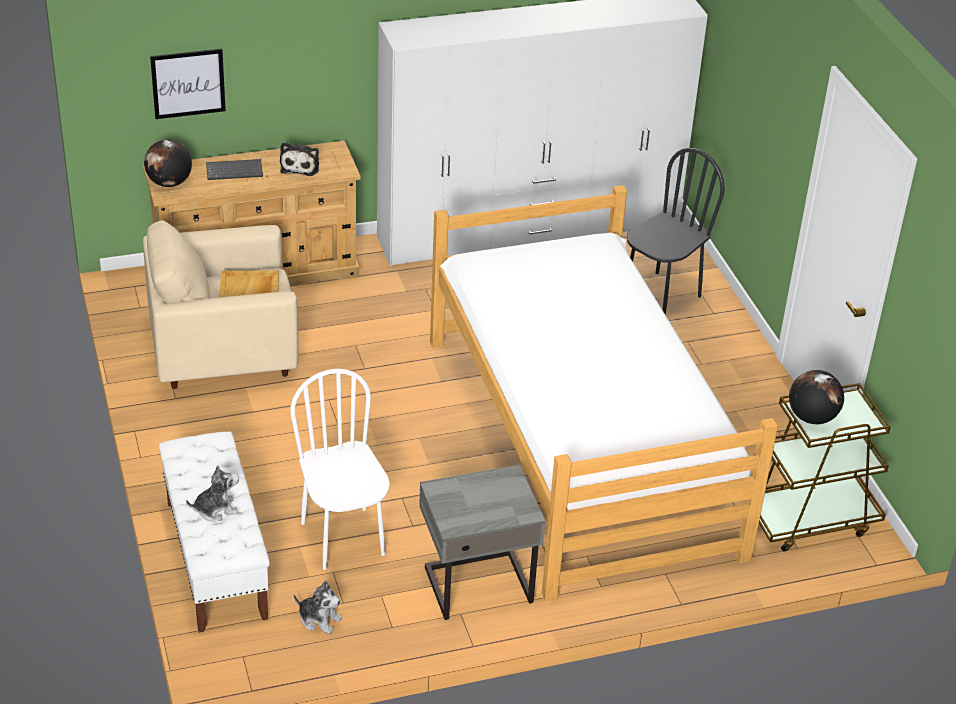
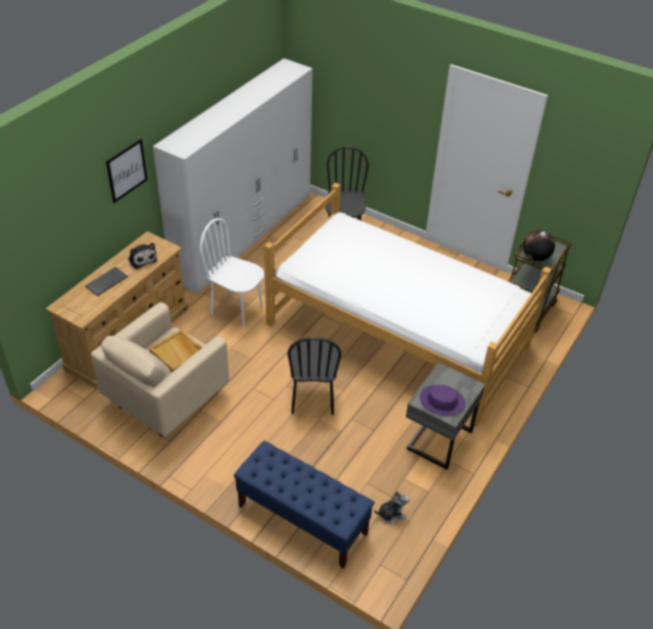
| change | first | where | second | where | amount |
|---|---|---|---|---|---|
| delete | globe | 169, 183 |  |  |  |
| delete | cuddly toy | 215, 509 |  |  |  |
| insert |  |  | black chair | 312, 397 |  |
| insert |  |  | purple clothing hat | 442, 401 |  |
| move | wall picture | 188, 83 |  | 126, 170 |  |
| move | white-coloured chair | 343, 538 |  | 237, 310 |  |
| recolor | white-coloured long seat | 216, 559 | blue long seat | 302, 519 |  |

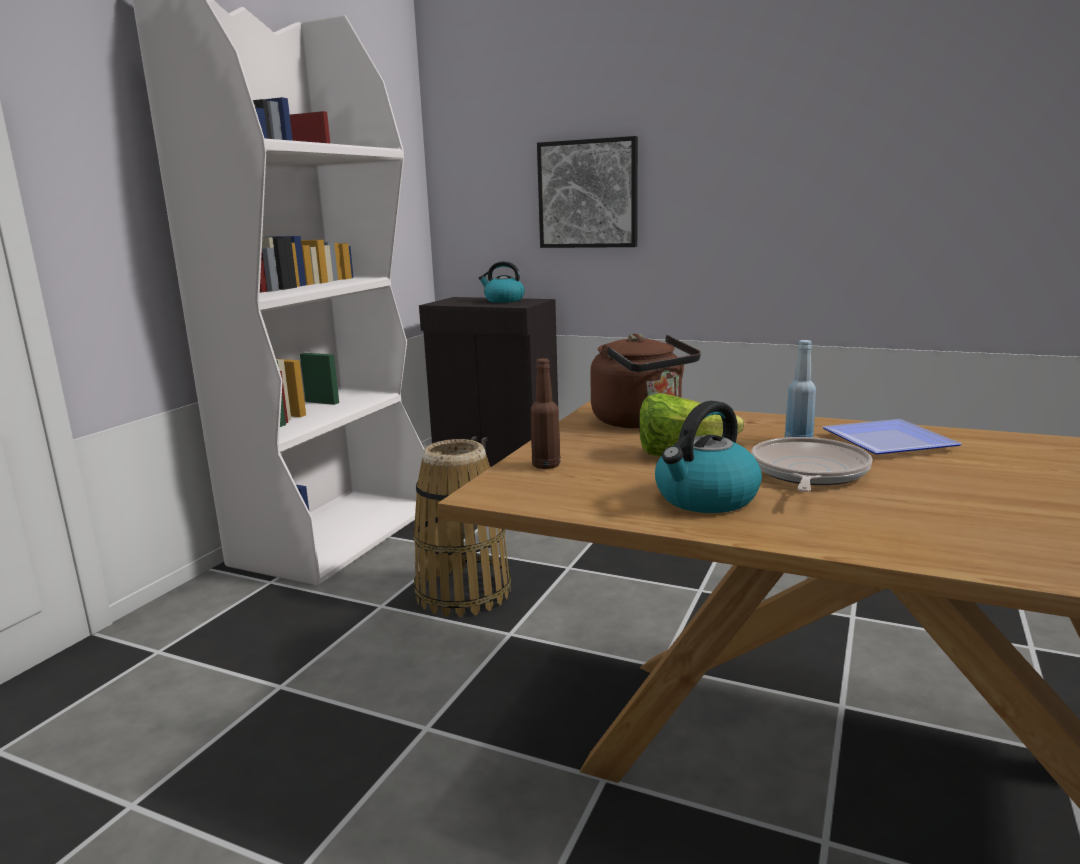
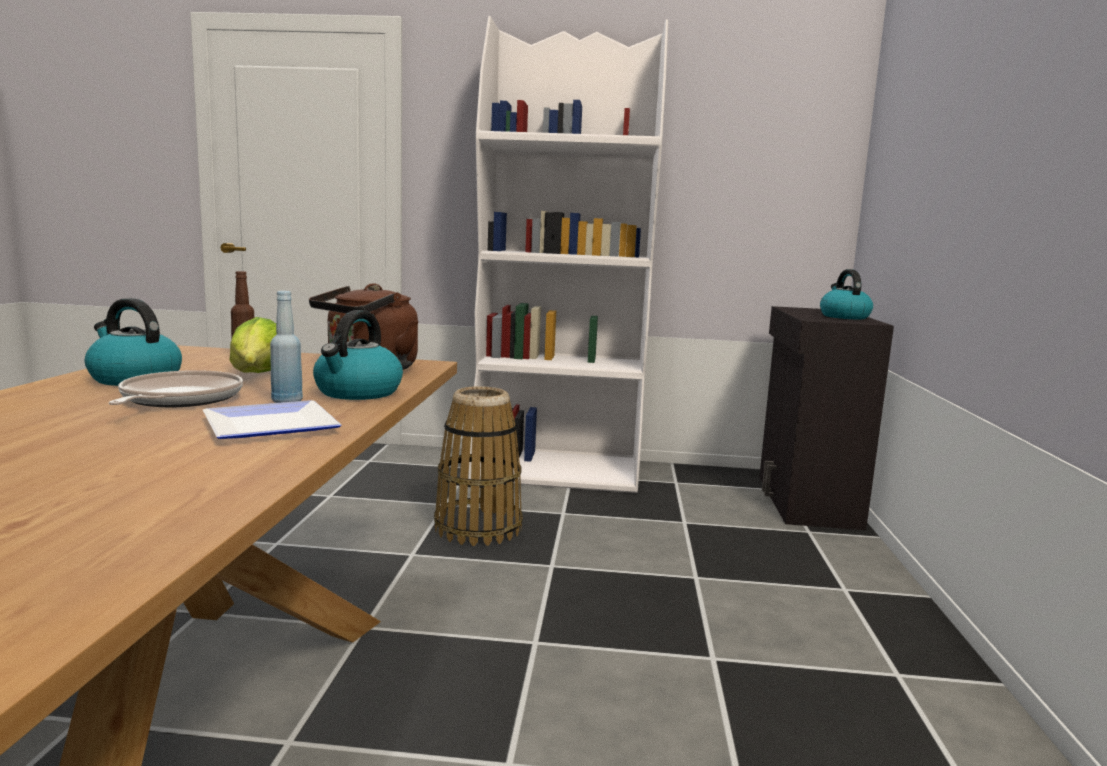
| change | first | where | second | where | amount |
|---|---|---|---|---|---|
| delete | wall picture | 588, 194 |  |  |  |
| insert |  |  | kettle | 358, 393 |  |
| rotate | frying pan | 807, 473 |  | 178, 399 | 90 degrees counterclockwise |

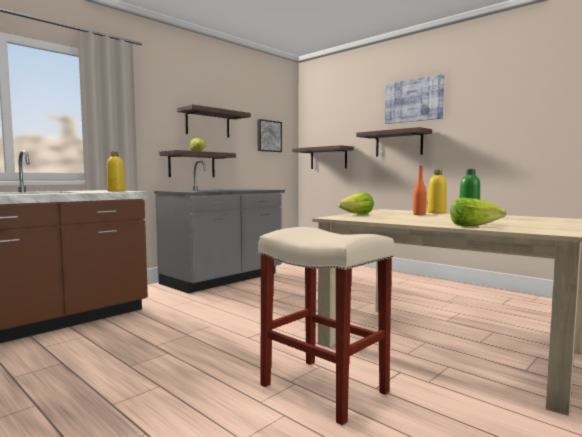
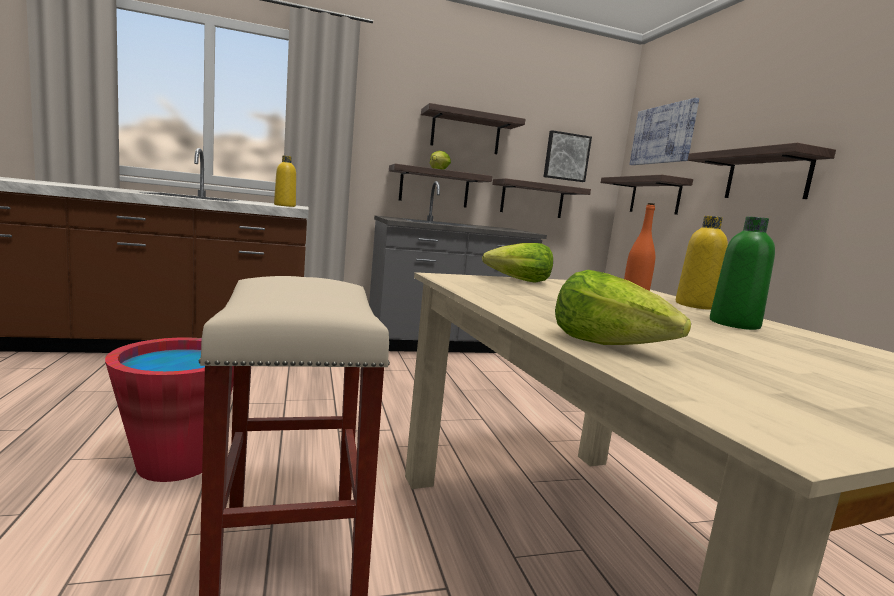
| change | first | where | second | where | amount |
|---|---|---|---|---|---|
| insert |  |  | red-coloured bucket | 176, 462 |  |
| insert |  |  | bracket shelf | 532, 199 |  |
| move | wall picture | 413, 100 |  | 663, 134 |  |

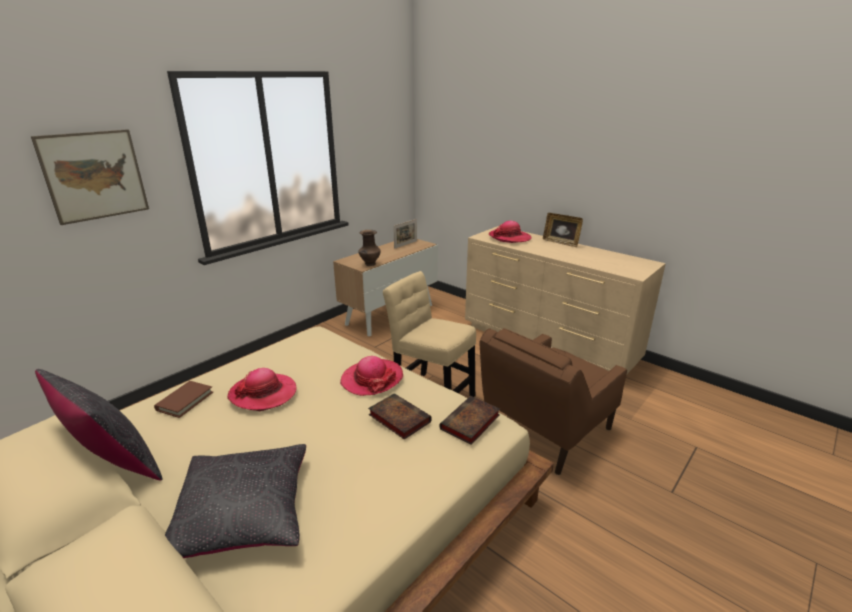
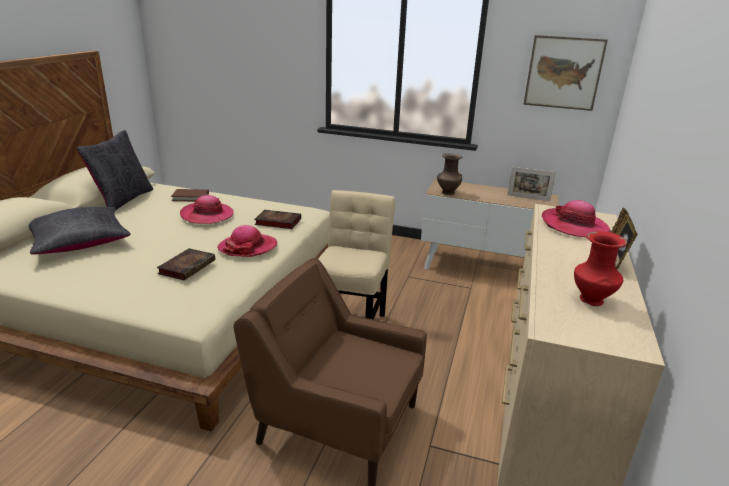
| change | first | where | second | where | amount |
|---|---|---|---|---|---|
| insert |  |  | red-coloured decorative vase | 592, 301 |  |
| move | wall picture | 94, 176 |  | 563, 73 |  |
| move | book | 470, 423 |  | 277, 222 |  |

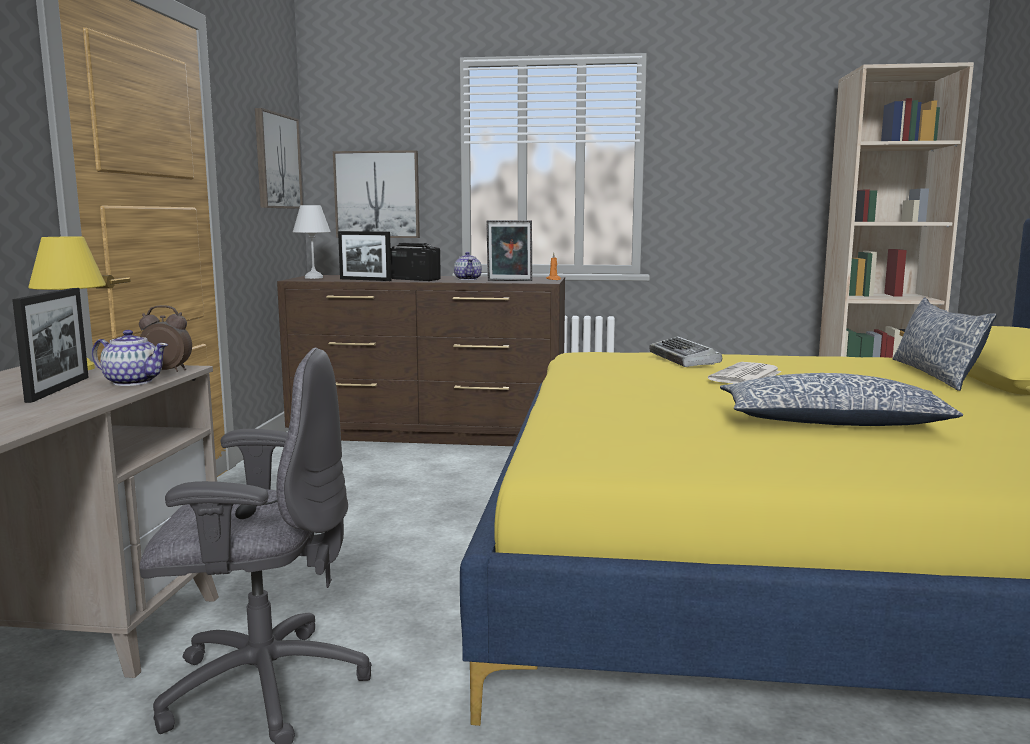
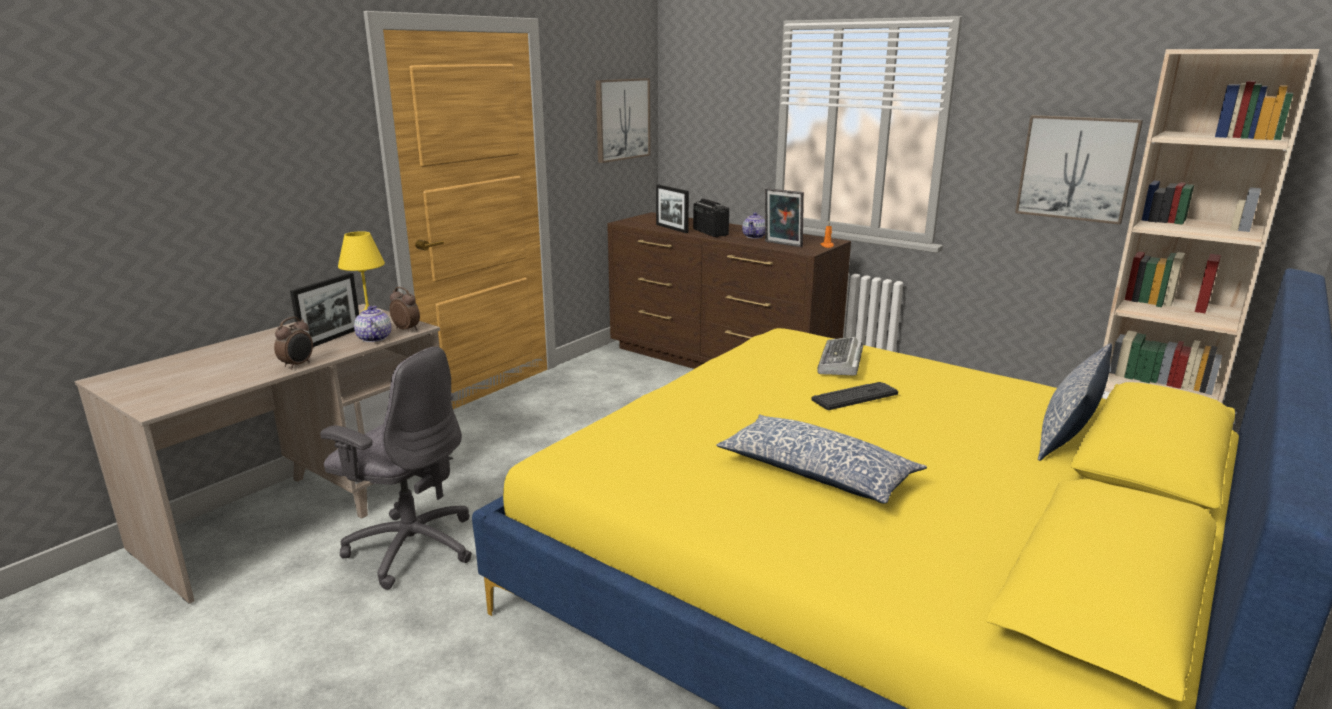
| change | first | where | second | where | amount |
|---|---|---|---|---|---|
| delete | white-coloured tabletop lamp | 314, 278 |  |  |  |
| insert |  |  | table clock | 298, 365 |  |
| move | wall picture | 377, 194 |  | 1076, 168 |  |
| replace | daily paper | 746, 376 | PC keyboard | 855, 397 |  |
| rotate | teapot | 132, 382 |  | 374, 338 | 150 degrees counterclockwise |

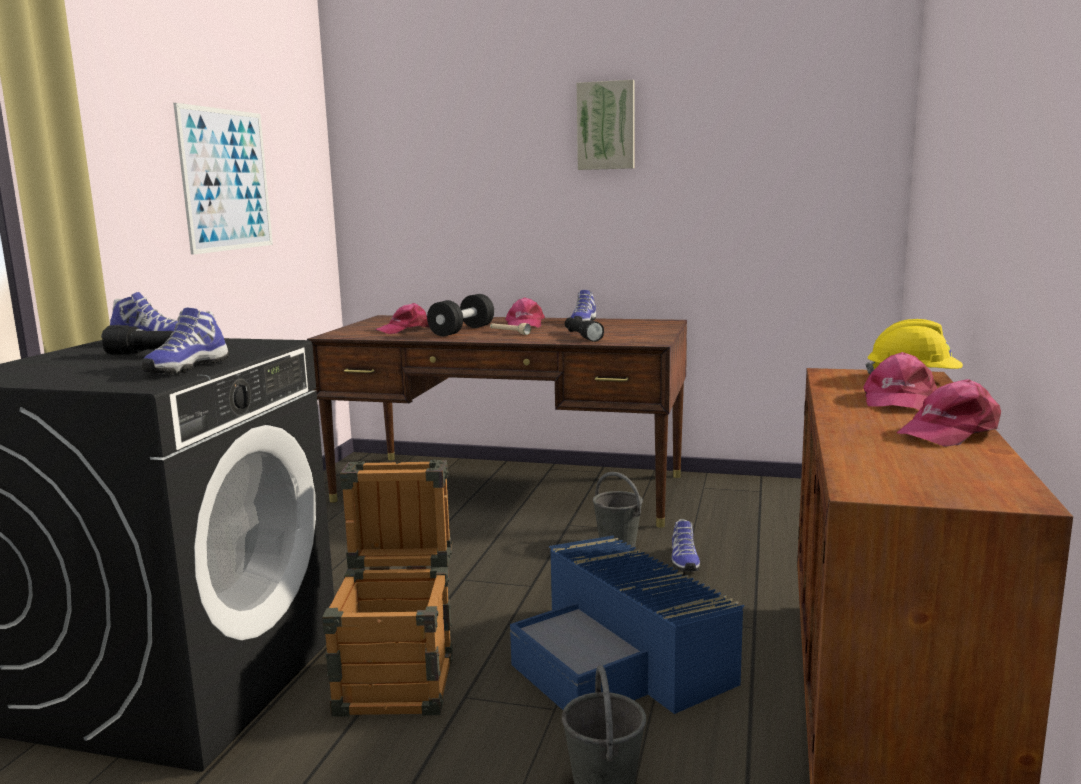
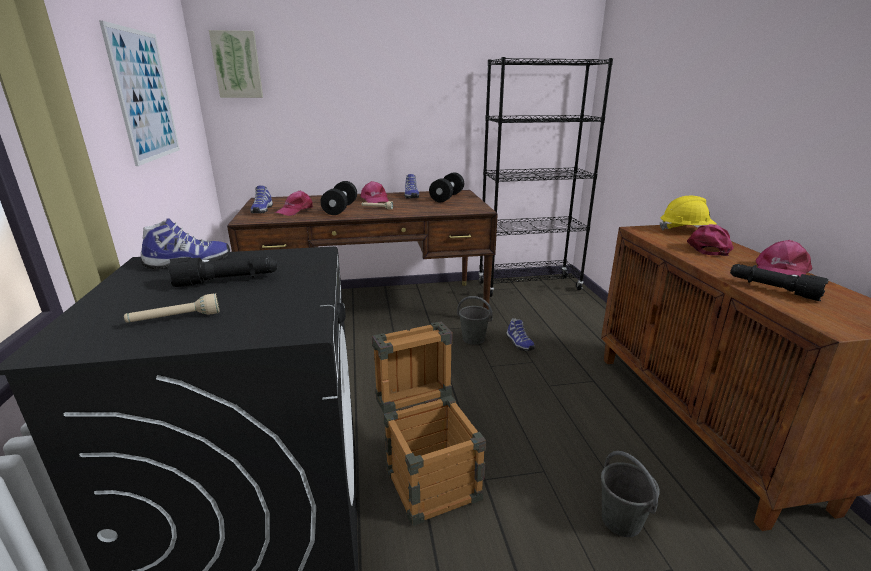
| change | first | where | second | where | amount |
|---|---|---|---|---|---|
| delete | blue storage bin | 622, 661 |  |  |  |
| insert |  |  | beige-coloured flashlight | 175, 319 |  |
| insert |  |  | black hand weight | 447, 197 |  |
| insert |  |  | black bookshelf | 529, 286 |  |
| move | shoe | 186, 368 |  | 261, 210 |  |
| move | black flashlight | 581, 336 |  | 772, 289 |  |
| move | wall picture | 606, 126 |  | 237, 65 |  |
| rotate | pink peaked cap | 897, 399 |  | 709, 248 | 150 degrees counterclockwise |

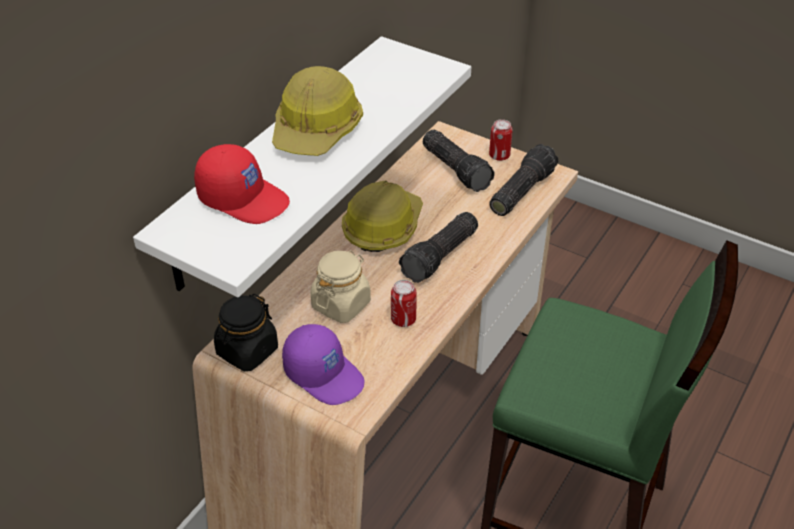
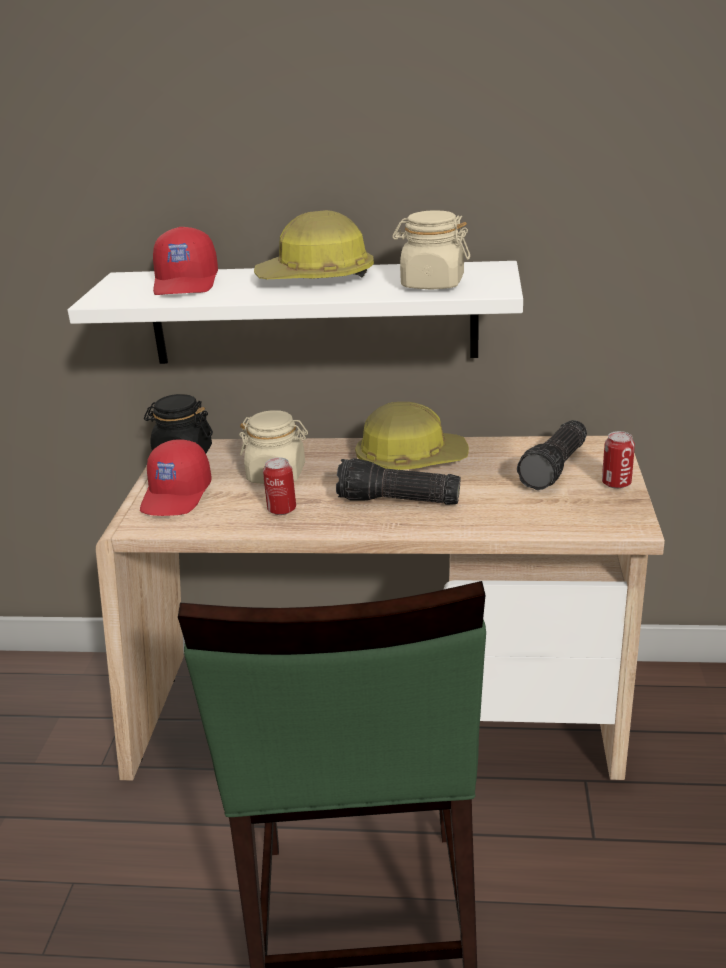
| change | first | where | second | where | amount |
|---|---|---|---|---|---|
| delete | flashlight | 520, 190 |  |  |  |
| insert |  |  | beige-coloured storage jar | 432, 284 |  |
| recolor | purple peaked cap | 324, 374 | red-coloured peaked cap | 177, 495 |  |

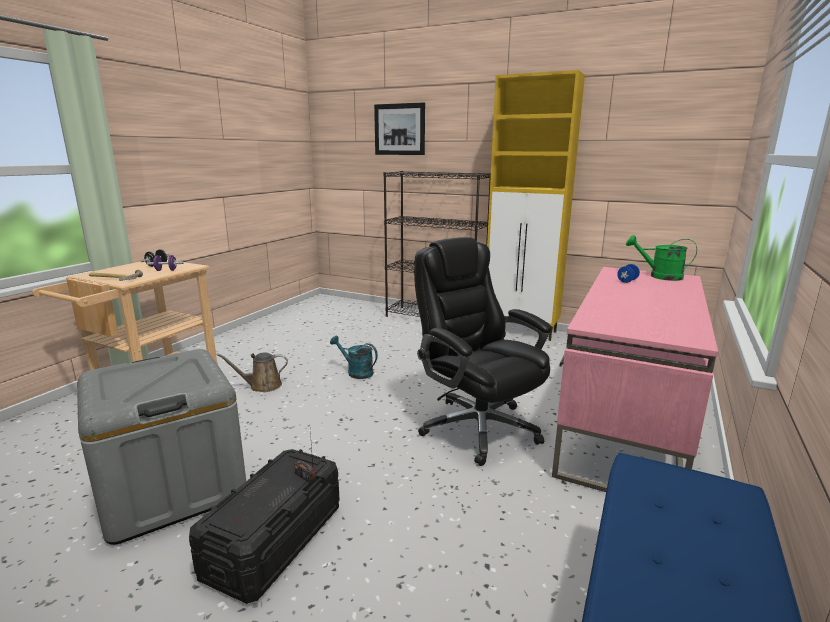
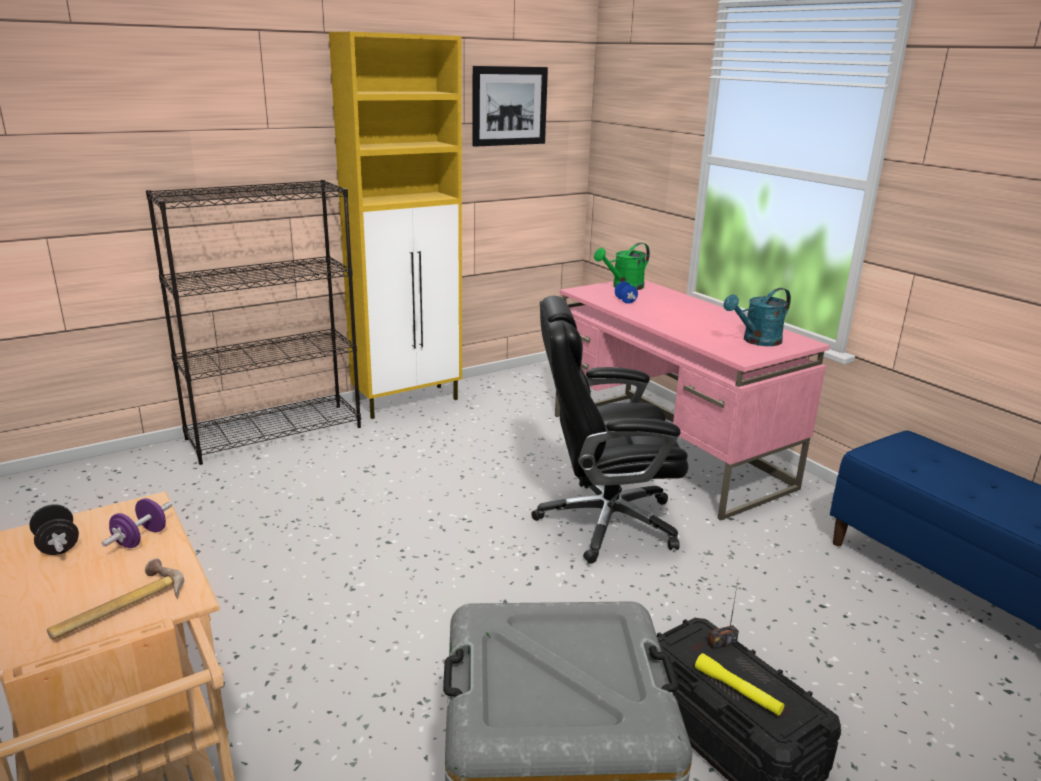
| change | first | where | second | where | amount |
|---|---|---|---|---|---|
| delete | brownish sprinkling can | 262, 386 |  |  |  |
| insert |  |  | yellow-coloured flashlight | 737, 691 |  |
| move | blue-green sprinkling can | 356, 372 |  | 756, 341 |  |
| move | wall picture | 399, 129 |  | 509, 106 |  |

